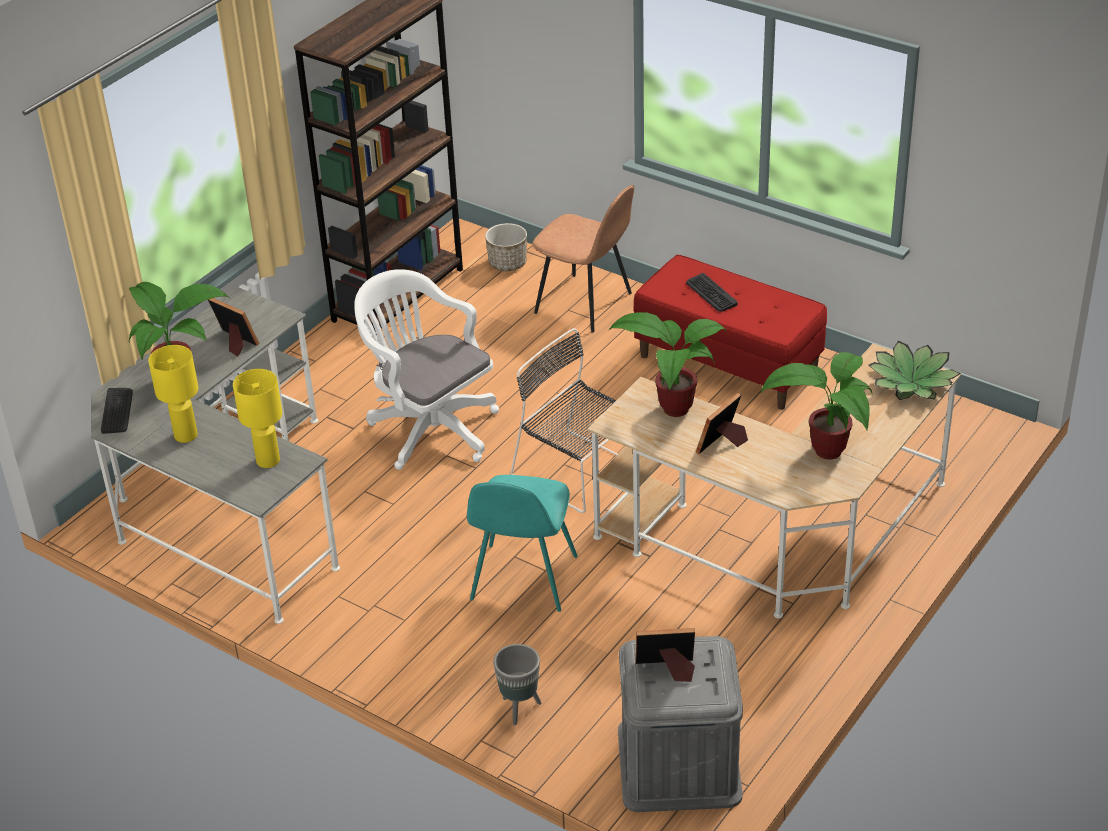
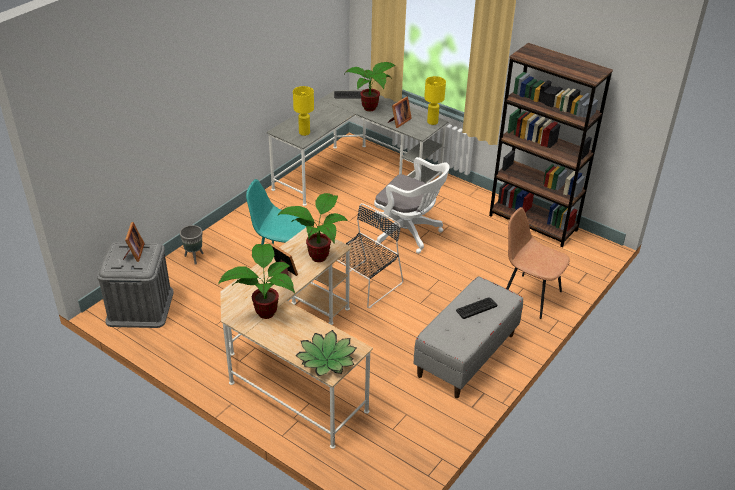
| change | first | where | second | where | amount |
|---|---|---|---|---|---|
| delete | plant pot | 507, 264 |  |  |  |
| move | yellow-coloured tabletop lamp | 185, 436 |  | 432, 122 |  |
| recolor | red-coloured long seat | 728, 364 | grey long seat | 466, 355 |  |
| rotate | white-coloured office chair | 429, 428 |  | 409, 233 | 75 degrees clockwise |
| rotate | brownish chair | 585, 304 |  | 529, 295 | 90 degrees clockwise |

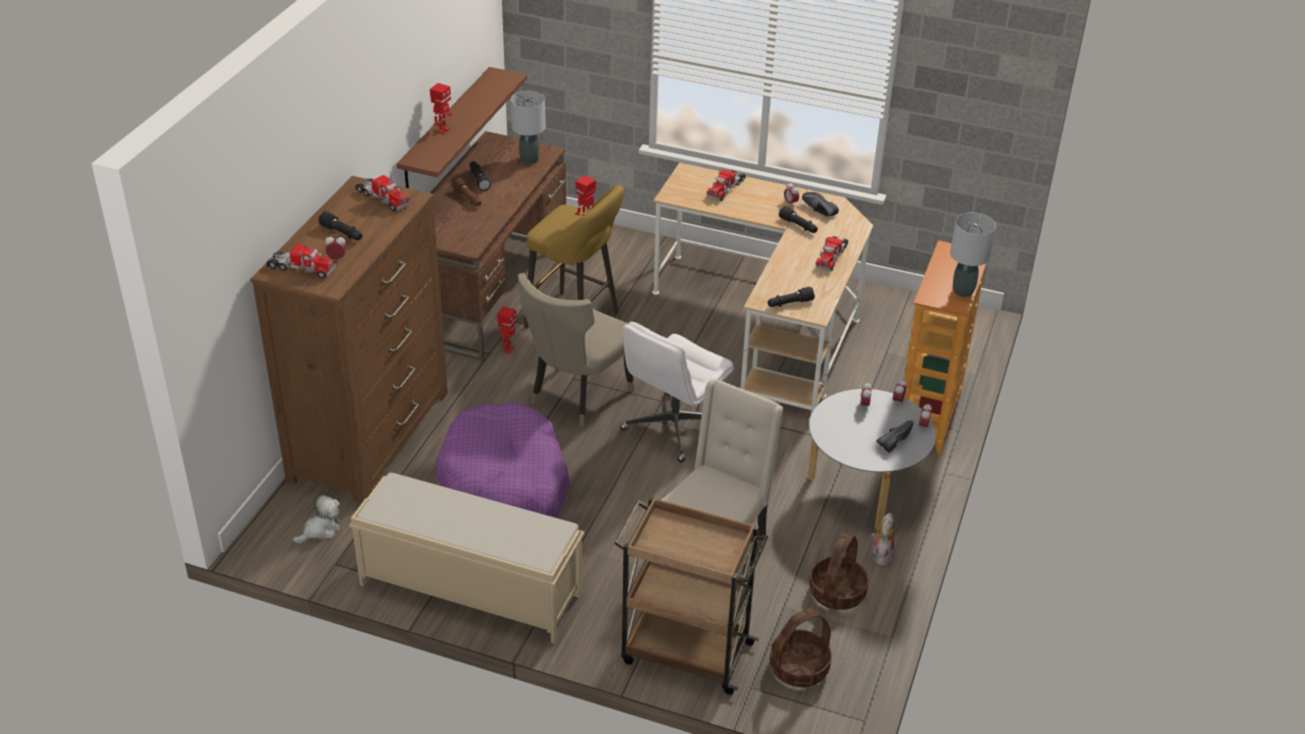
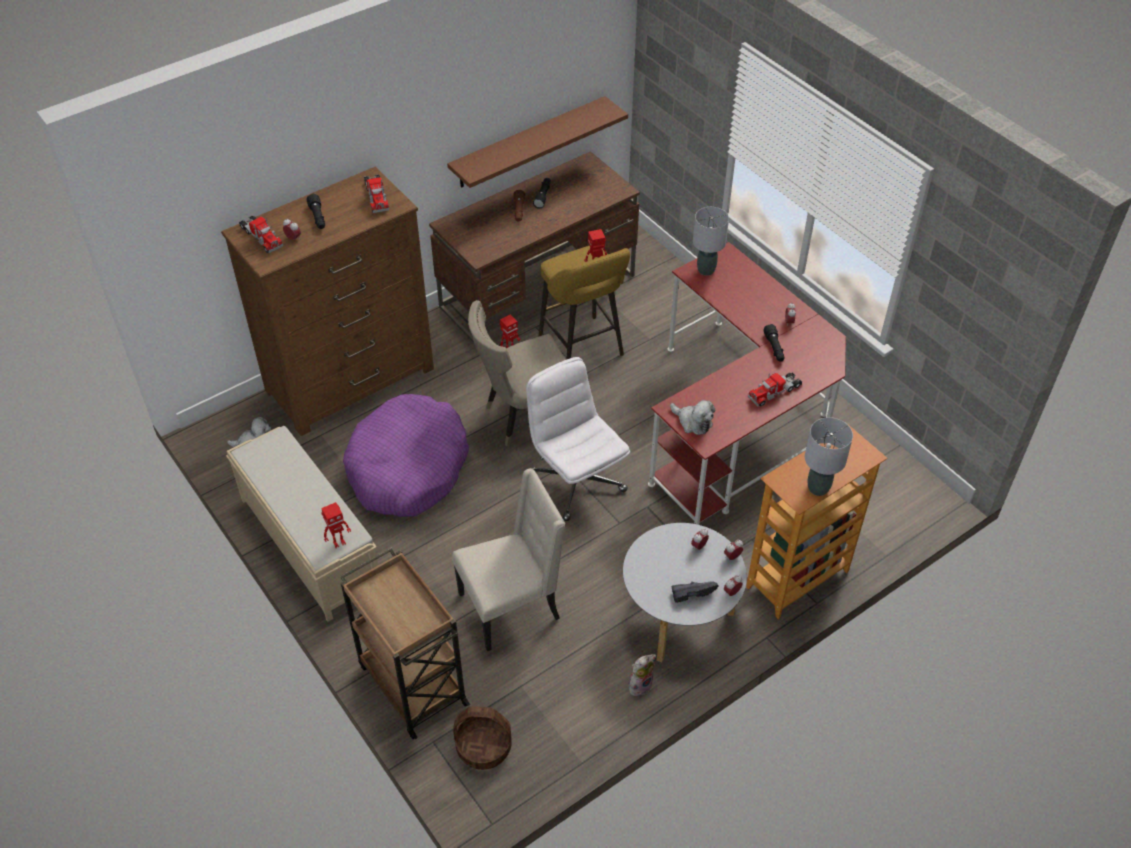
| change | first | where | second | where | amount |
|---|---|---|---|---|---|
| delete | model truck | 726, 188 |  |  |  |
| delete | black shoe | 817, 211 |  |  |  |
| delete | household basket | 837, 593 |  |  |  |
| move | model robot | 443, 131 |  | 339, 542 |  |
| move | grey tabletop lamp | 529, 160 |  | 705, 270 |  |
| replace | black flashlight | 789, 303 | cuddly toy | 693, 422 |  |
| recolor | beige-coloured desk unit | 770, 325 | red-coloured desk unit | 740, 423 |  |
| rotate | white-coloured office chair | 674, 428 |  | 575, 481 | 75 degrees clockwise |

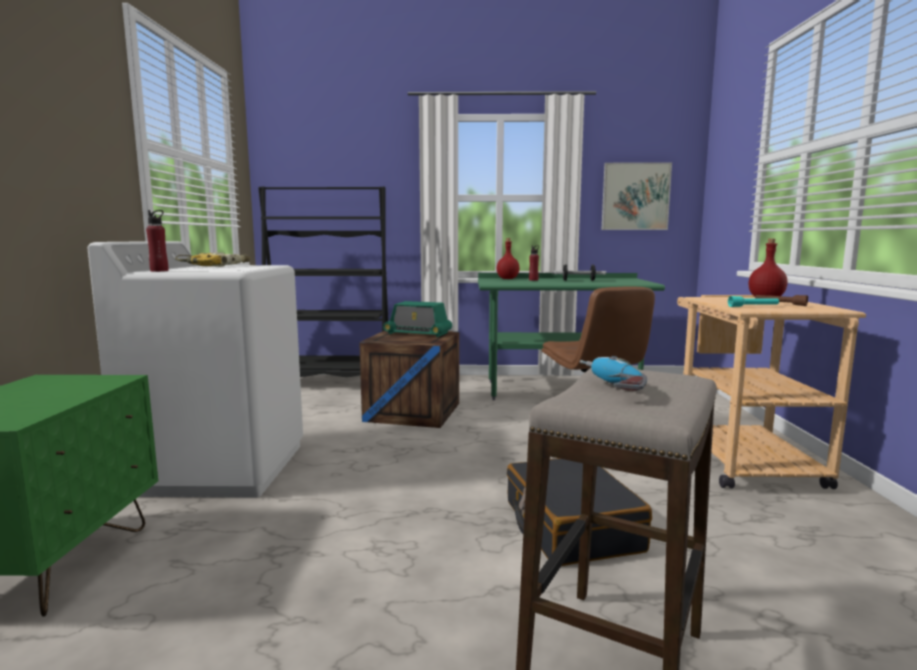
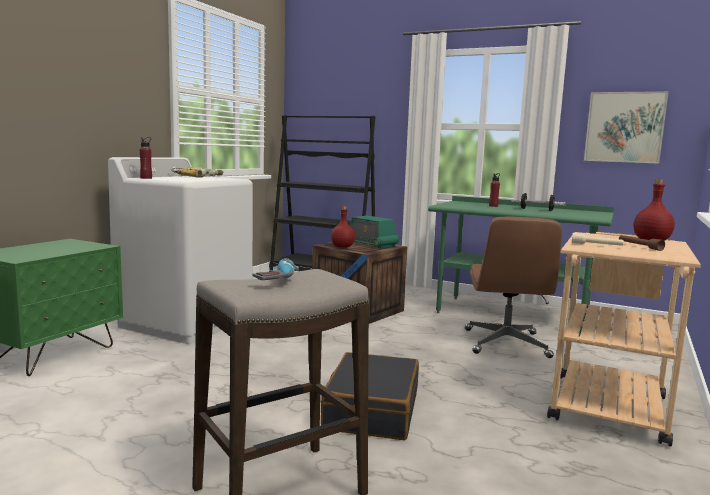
| change | first | where | second | where | amount |
|---|---|---|---|---|---|
| move | red-coloured drink bottle | 507, 279 |  | 343, 247 |  |
| recolor | blue-green flashlight | 753, 307 | beige-coloured flashlight | 596, 245 |  |

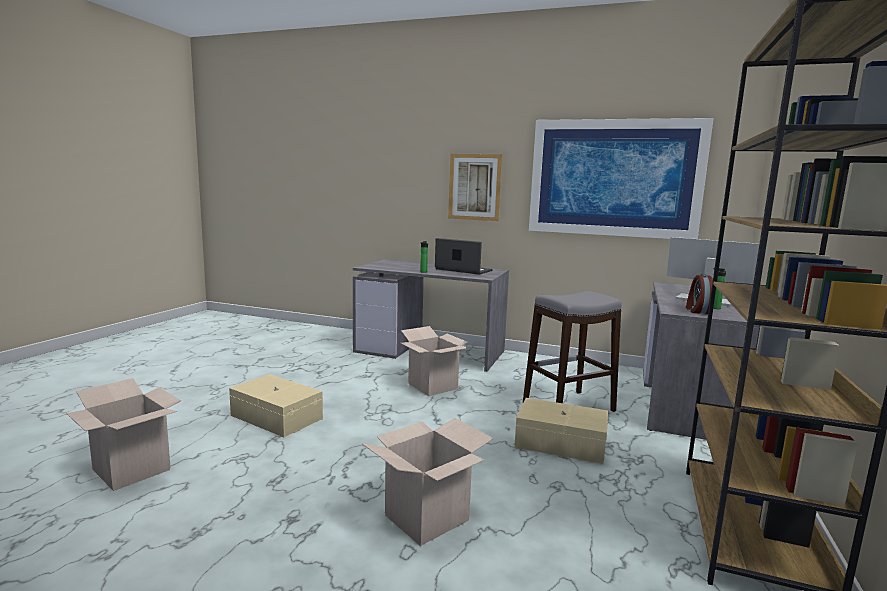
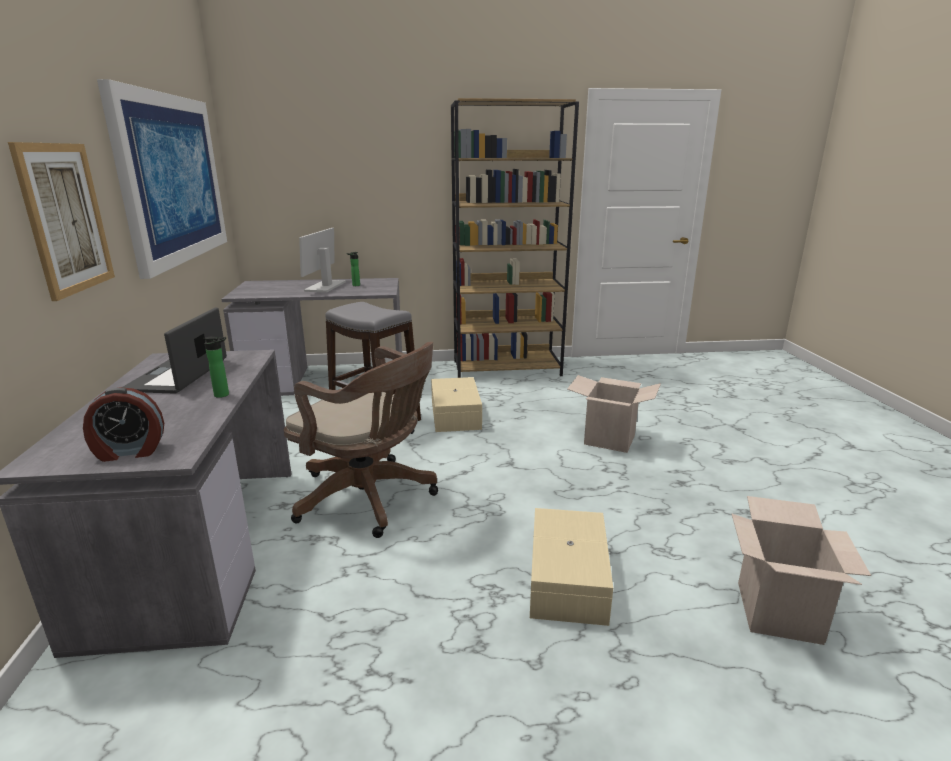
| change | first | where | second | where | amount |
|---|---|---|---|---|---|
| move | table clock | 697, 310 |  | 130, 452 |  |
| replace | cardboard box | 433, 386 | brownish office chair | 370, 498 |  |

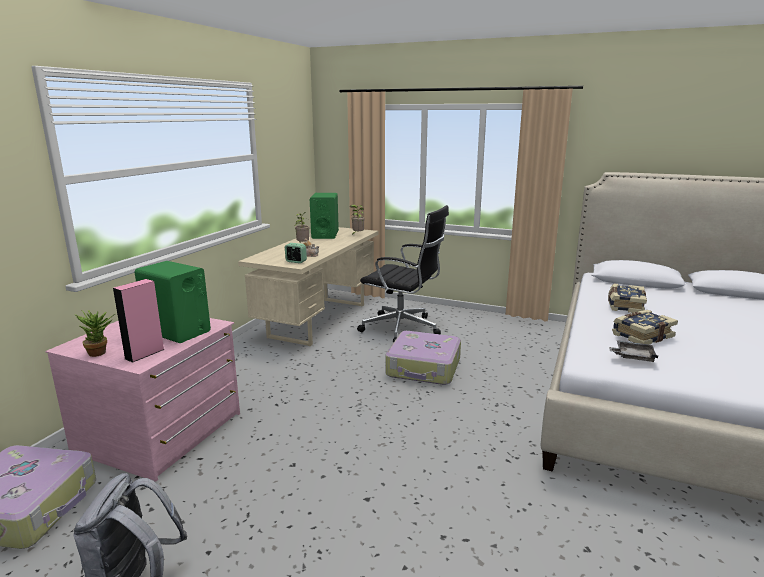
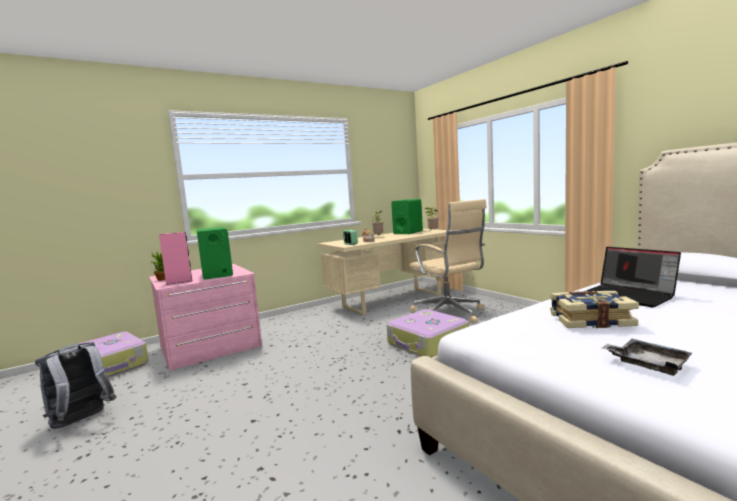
| change | first | where | second | where | amount |
|---|---|---|---|---|---|
| move | grey tray | 633, 356 |  | 648, 364 |  |
| replace | book | 624, 306 | notebook computer | 629, 296 |  |
| recolor | black office chair | 403, 329 | beige-coloured office chair | 449, 314 |  |

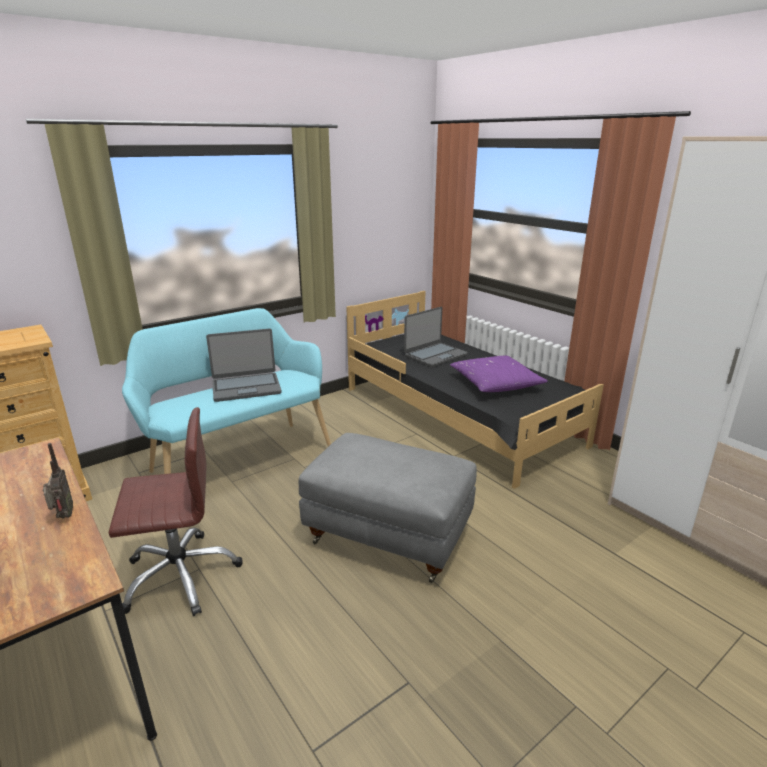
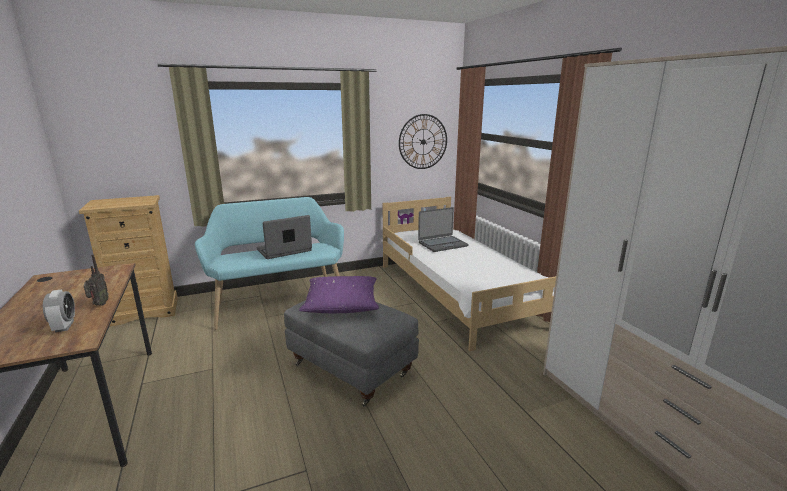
| change | first | where | second | where | amount |
|---|---|---|---|---|---|
| delete | brownish office chair | 180, 575 |  |  |  |
| insert |  |  | table clock | 64, 326 |  |
| insert |  |  | clock on the wall | 423, 142 |  |
| move | purple cushion | 495, 384 |  | 341, 304 |  |
| recolor | black bed | 460, 415 | white-coloured bed | 457, 293 |  |
| rotate | notebook computer | 246, 387 |  | 284, 250 | 150 degrees clockwise |

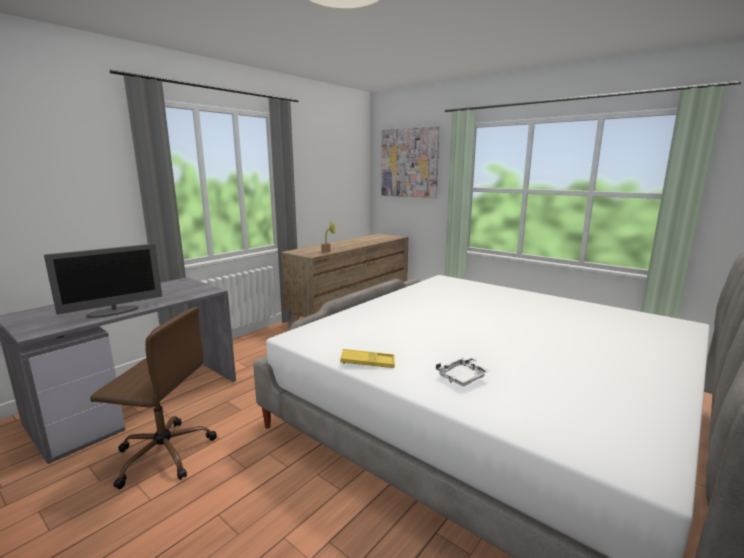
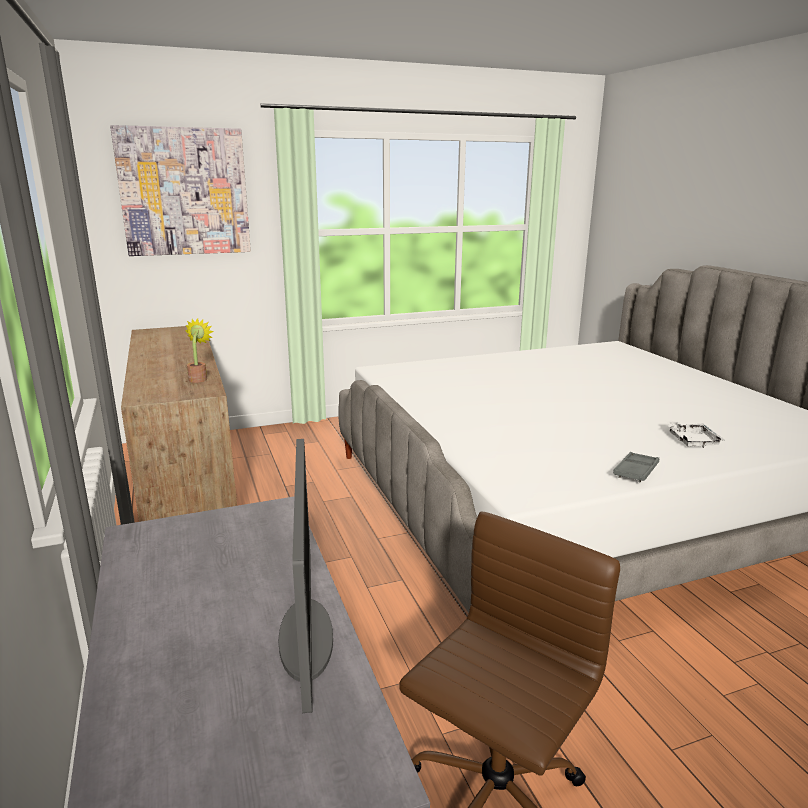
| change | first | where | second | where | amount |
|---|---|---|---|---|---|
| recolor | yellow-coloured tray | 367, 362 | grey tray | 636, 471 |  |

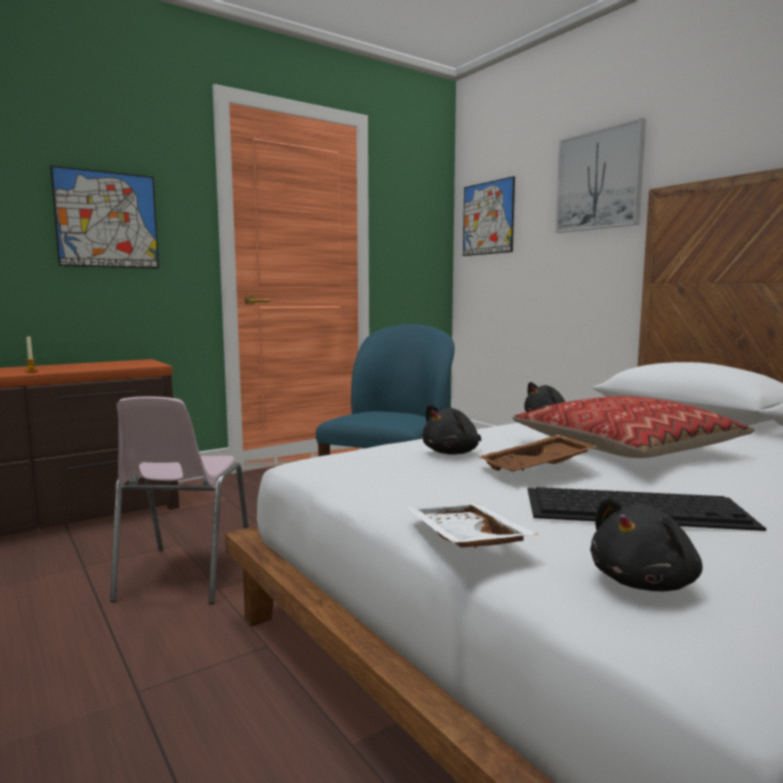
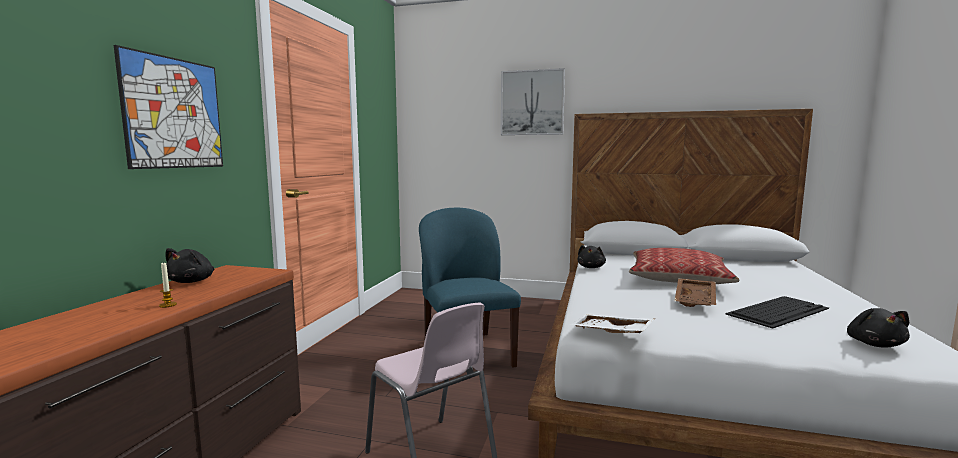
| change | first | where | second | where | amount |
|---|---|---|---|---|---|
| delete | wall picture | 488, 218 |  |  |  |
| move | white-coloured tray | 463, 541 |  | 611, 333 |  |
| move | black cuddly toy | 453, 453 |  | 192, 281 |  |

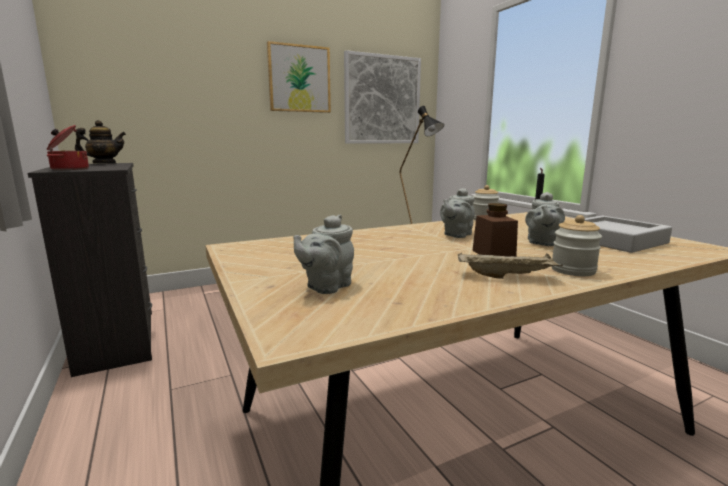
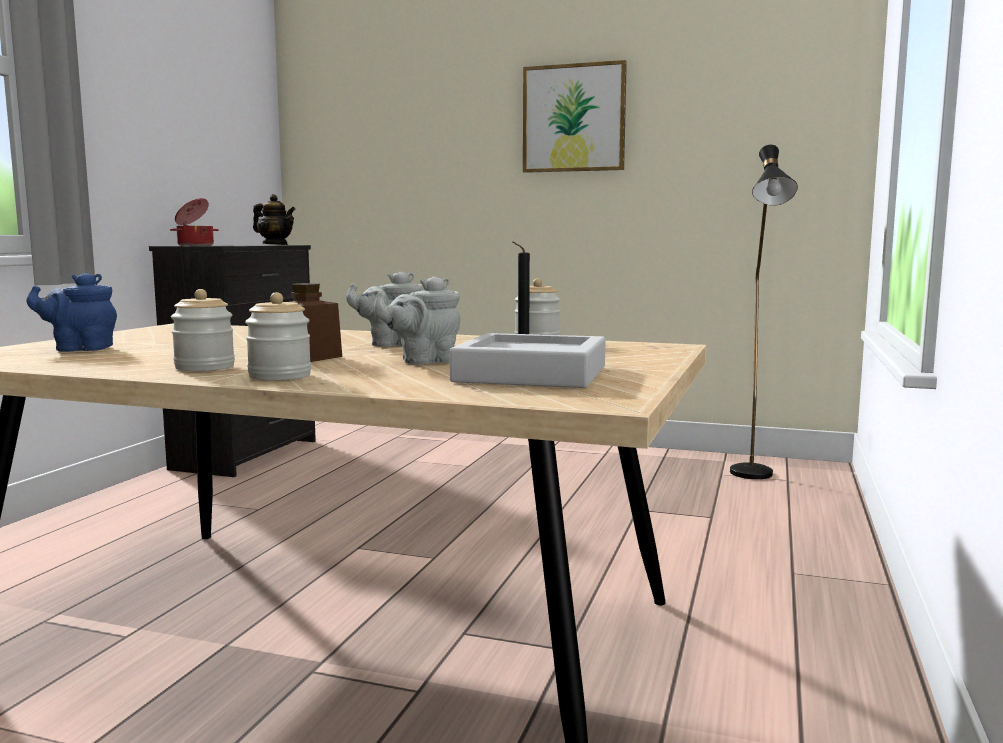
| change | first | where | second | where | amount |
|---|---|---|---|---|---|
| delete | wall picture | 382, 100 |  |  |  |
| replace | beige-coloured tray | 507, 276 | storage jar | 205, 367 |  |
| recolor | grey teapot | 326, 287 | blue teapot | 80, 349 |  |

